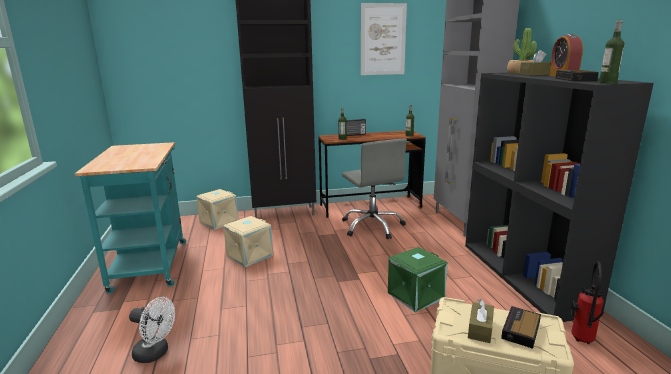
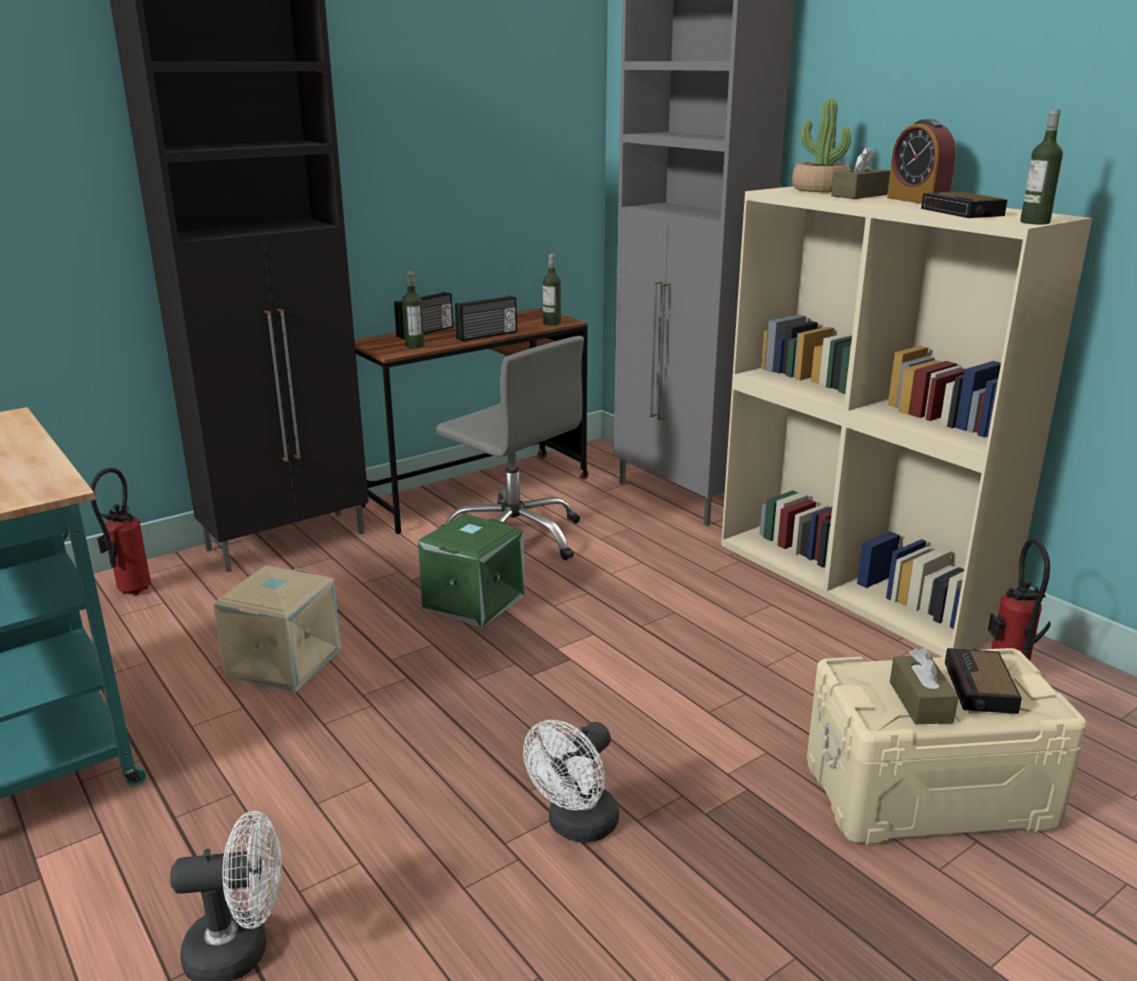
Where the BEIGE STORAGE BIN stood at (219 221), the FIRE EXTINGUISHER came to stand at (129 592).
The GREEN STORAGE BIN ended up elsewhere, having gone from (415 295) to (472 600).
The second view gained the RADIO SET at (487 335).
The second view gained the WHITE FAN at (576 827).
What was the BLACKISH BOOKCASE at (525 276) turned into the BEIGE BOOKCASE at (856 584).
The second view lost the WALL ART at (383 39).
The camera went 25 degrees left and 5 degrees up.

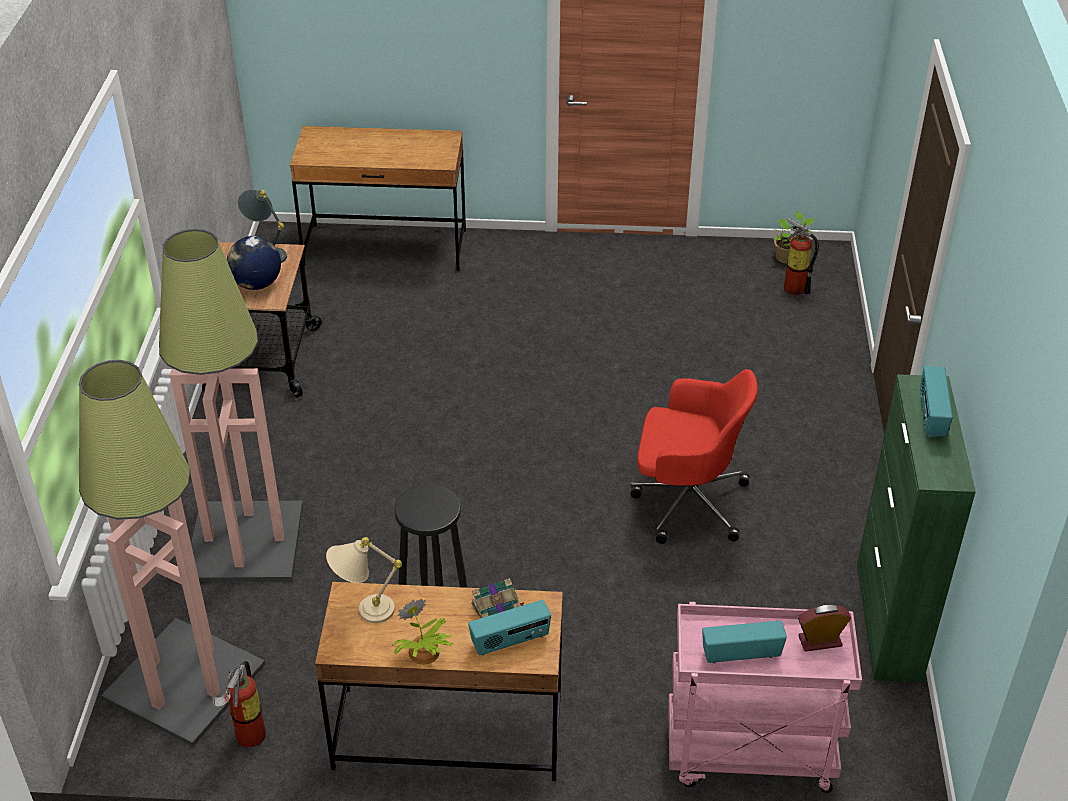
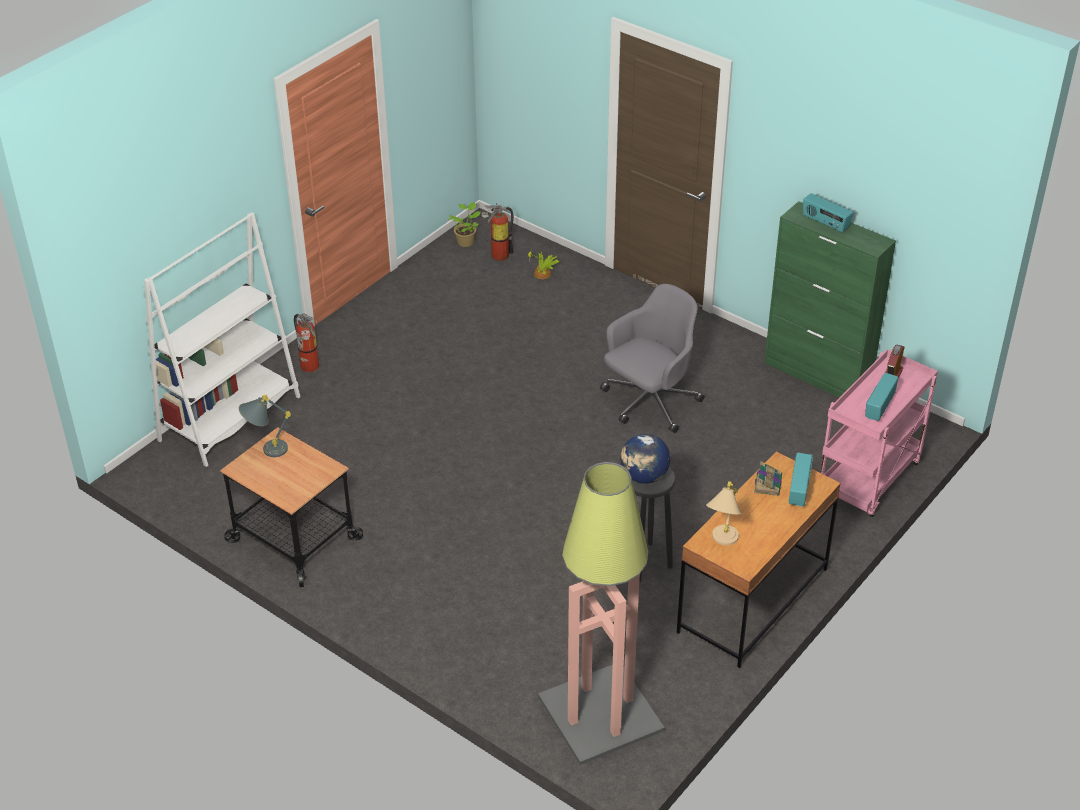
Where the BROWN-COLOURED DESK UNIT stood at (385 248), the WHITE BOOKCASE came to stand at (230 418).
The FIRE EXTINGUISHER ended up elsewhere, having gone from (246 738) to (310 368).
The HOUSEPLANT ended up elsewhere, having gone from (423 653) to (543 274).
What was the RED-COLOURED DESK CHAIR at (686 501) turned into the GRAY DESK CHAIR at (649 403).
The WORLD GLOBE ended up elsewhere, having gone from (256 284) to (644 476).
The second view lost the STANDARD LAMP at (244 541).
The camera went 55 degrees left and 0 degrees up.

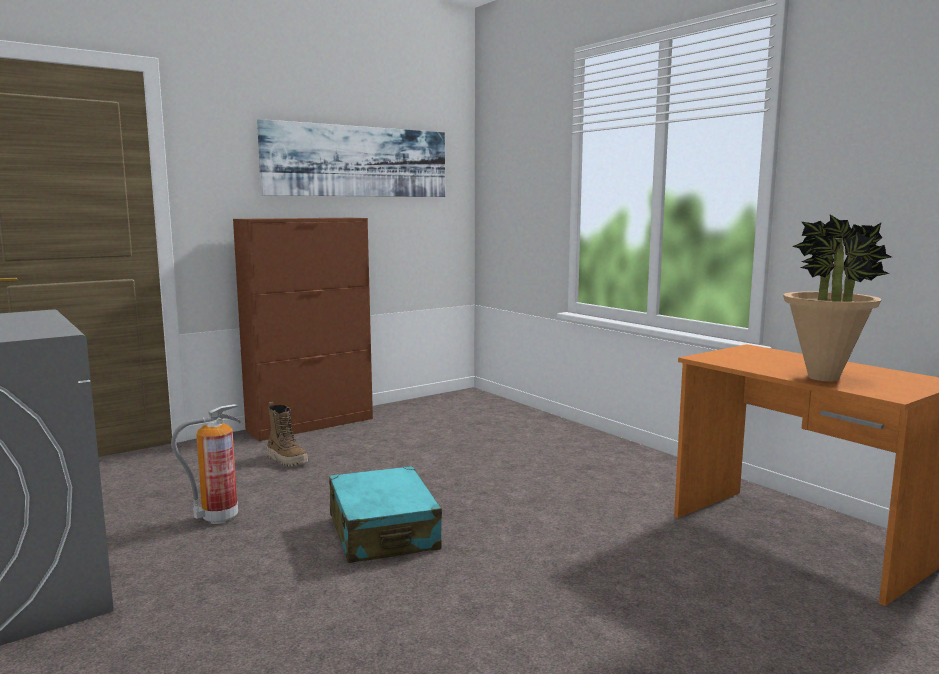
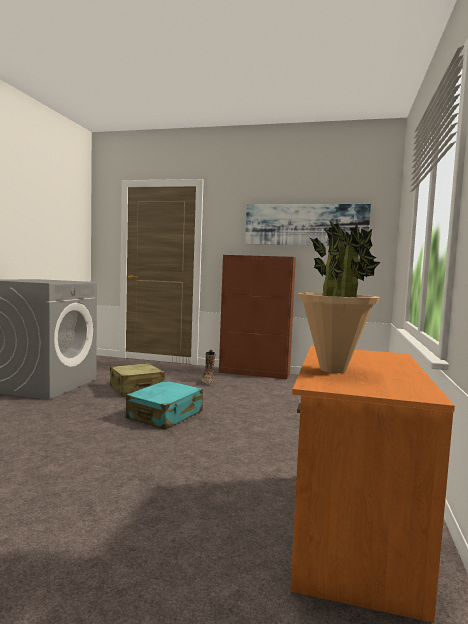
Where the FIRE EXTINGUISHER stood at (218 518), the BEIGE TRAVEL CASE came to stand at (136 389).
The camera went 50 degrees right and 5 degrees down.

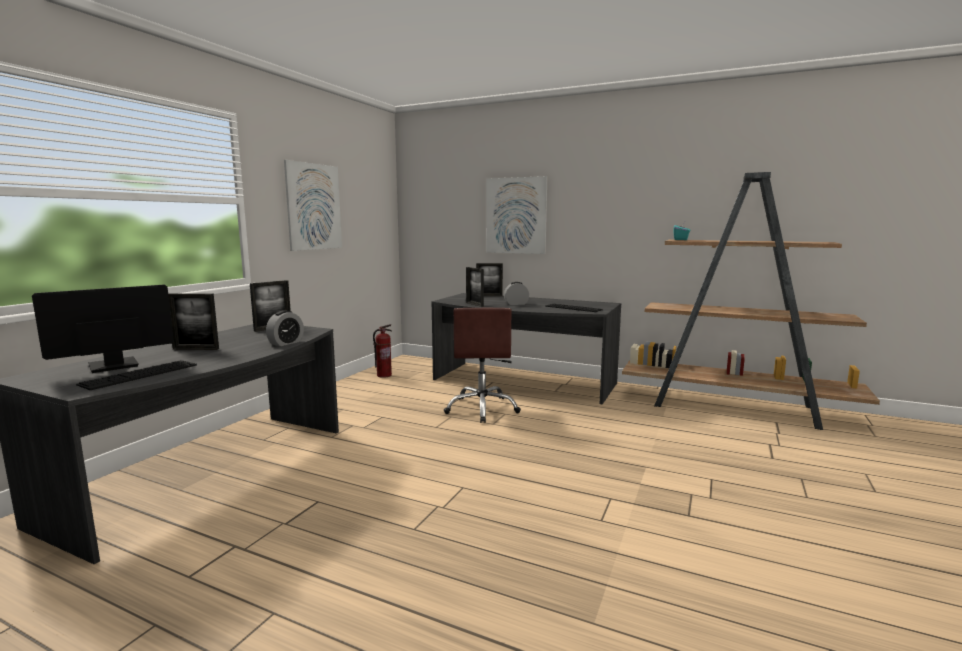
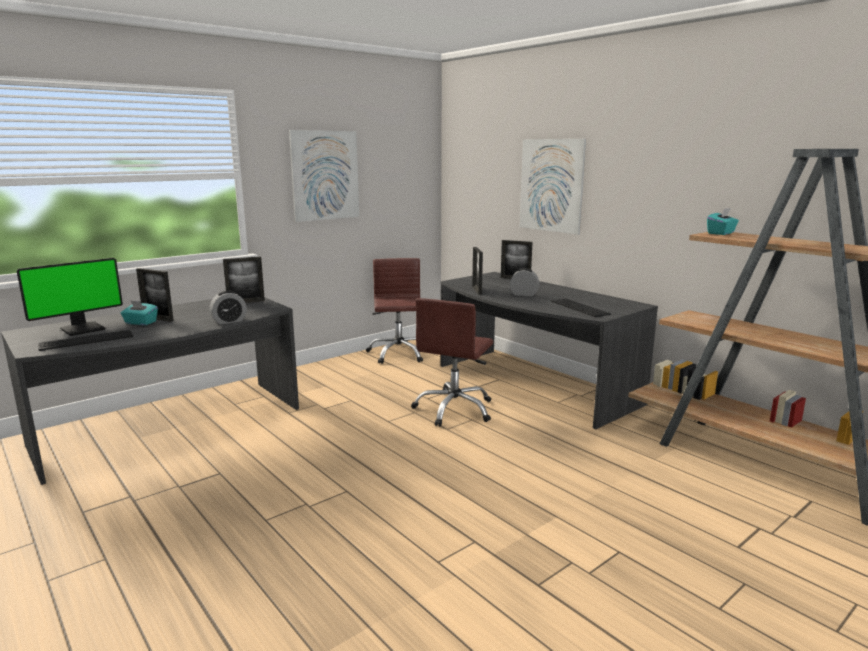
The COMPUTER DISPLAY at (113 366) ended up facing another way, 150 degrees clockwise from before.
The second view gained the TURQUOISE-COLOURED TISSUE BOX at (140 323).
Where the FIRE EXTINGUISHER stood at (384 375), the BROWN-COLOURED DESK CHAIR came to stand at (398 353).
The camera went 25 degrees right and 5 degrees up.

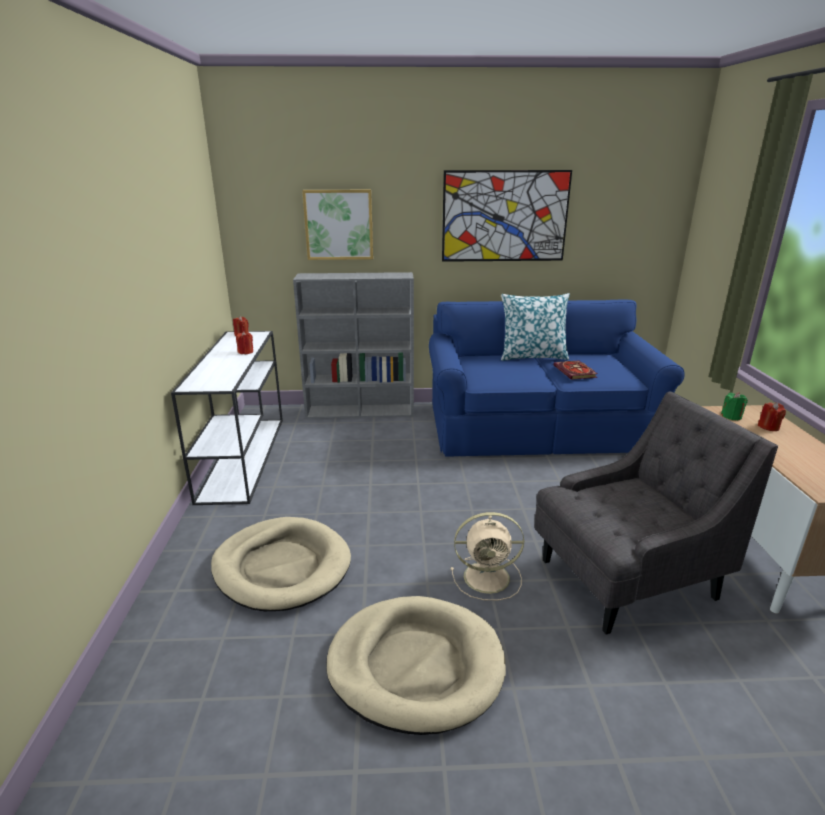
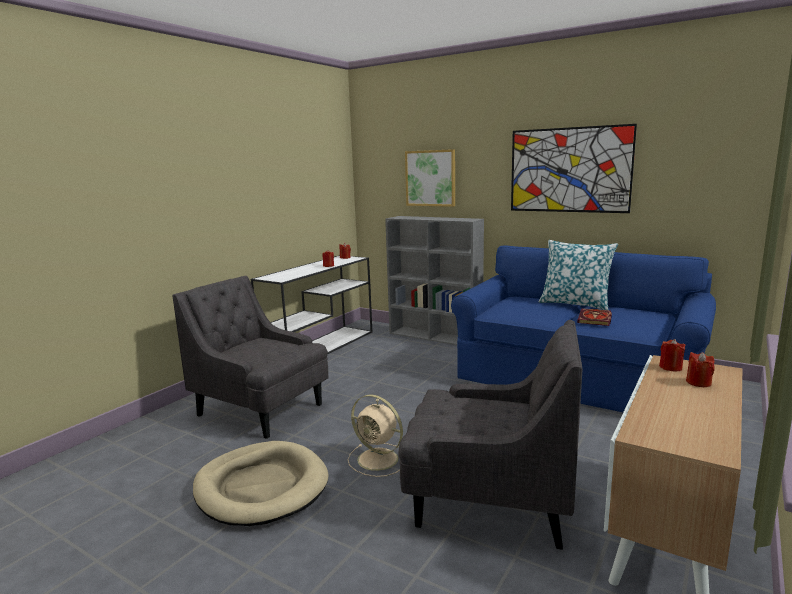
Where the BEIGE DOG CUSHION stood at (282 567), the GRAY EASY CHAIR came to stand at (261 410).
What was the GREEN WAX CANDLE at (731 416) turned into the RED-COLOURED WAX CANDLE at (670 367).
The camera went 35 degrees right and 10 degrees down.

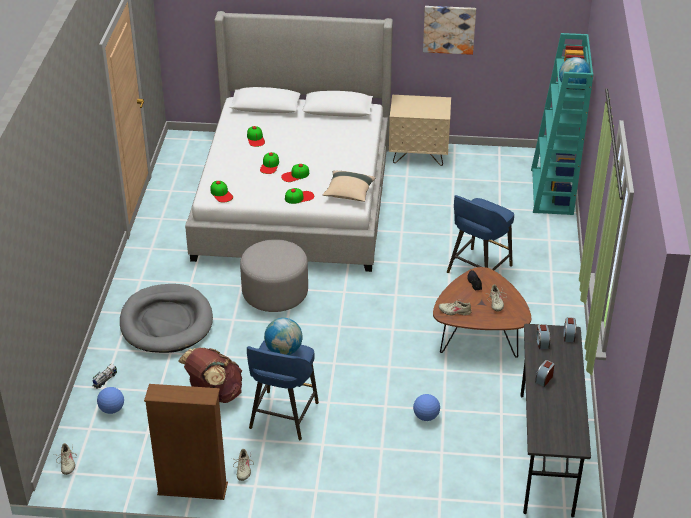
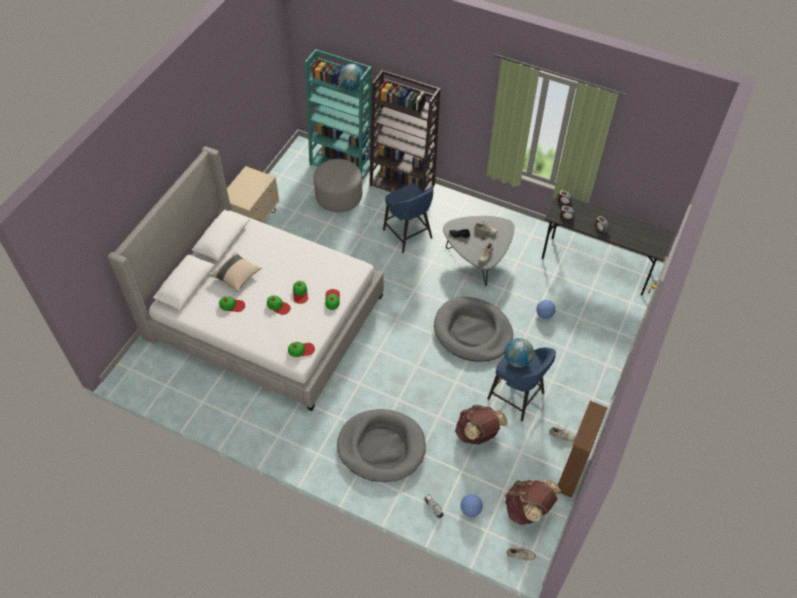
The BEIGE CUSHION ended up elsewhere, having gone from (348 193) to (237 276).
The GRAY POUFFE ended up elsewhere, having gone from (275 293) to (339 196).
The second view gained the BROWN-COLOURED BOOKCASE at (403 185).
The second view gained the GRAY DOG CUSHION at (472 331).
What was the BROWN-COLOURED COFFEE TABLE at (478 336) turned into the GRAY COFFEE TABLE at (477 259).
The second view gained the BROWN-COLOURED KNAPSACK at (528 509).
The second view lost the WALL ART at (449 29).
The camera went 70 degrees left and 15 degrees up.

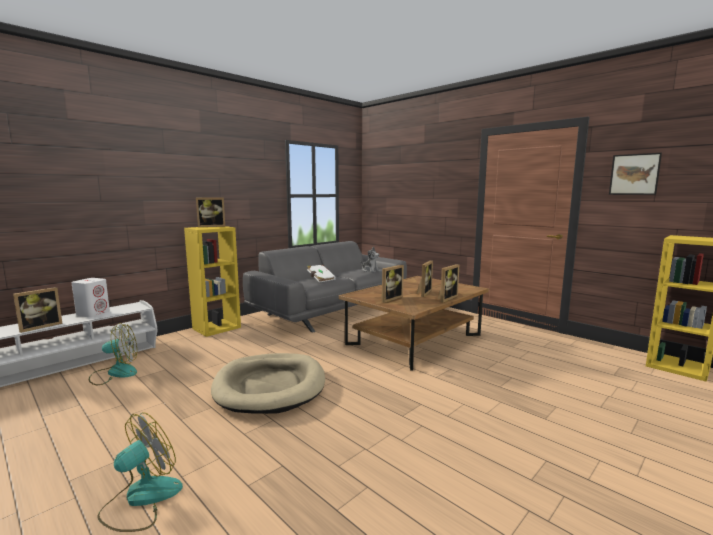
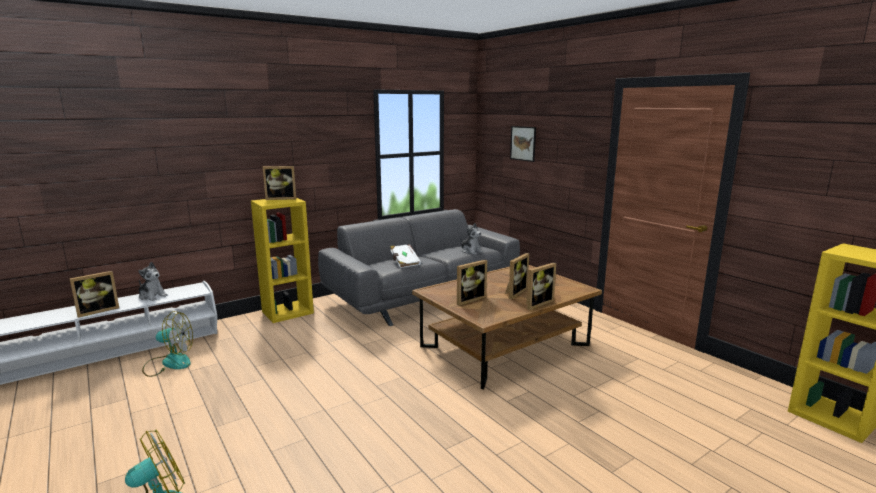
Where the WHITE AUDIO SPEAKER stood at (93 313), the CUDDLY TOY came to stand at (152 296).
The WALL ART ended up elsewhere, having gone from (634 174) to (523 143).
The second view lost the BEIGE DOG CUSHION at (270 386).
The camera went 10 degrees right and 5 degrees up.

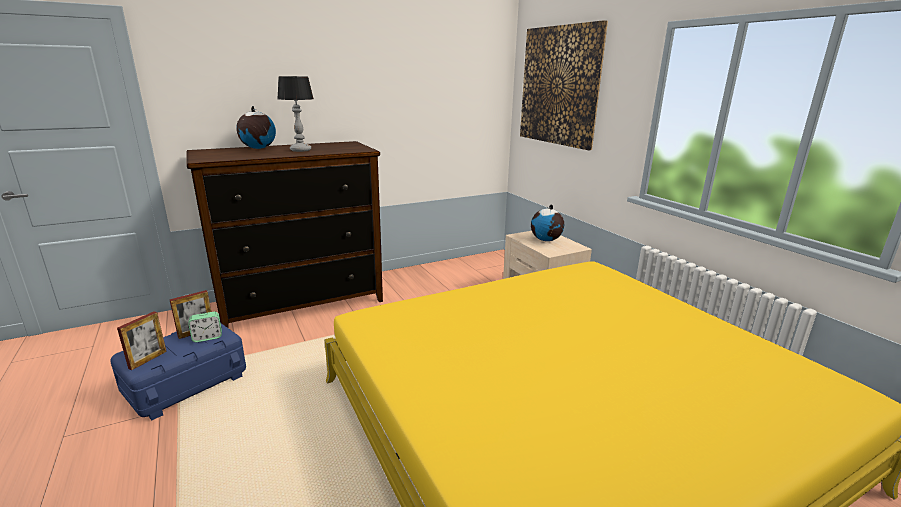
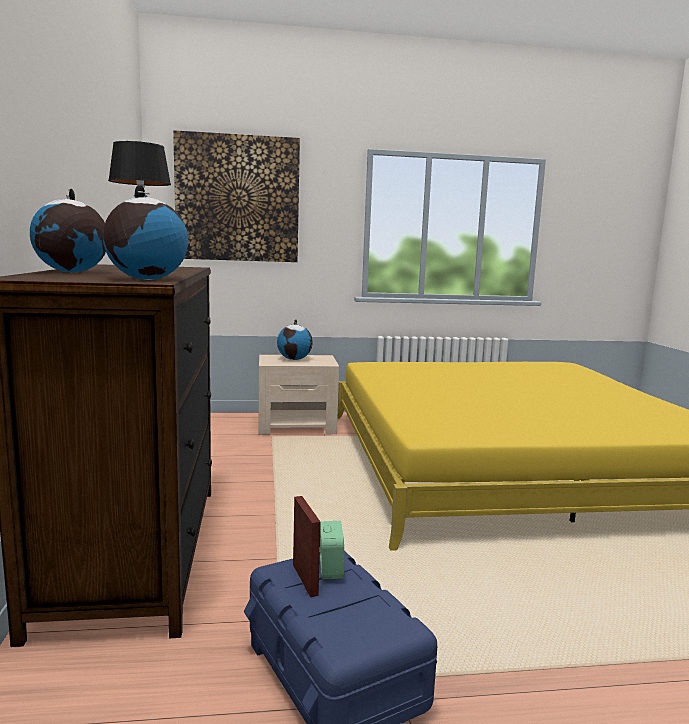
The second view gained the WORLD GLOBE at (146 279).
The second view lost the PHOTO FRAME at (148 360).
The camera went 70 degrees left and 10 degrees down.

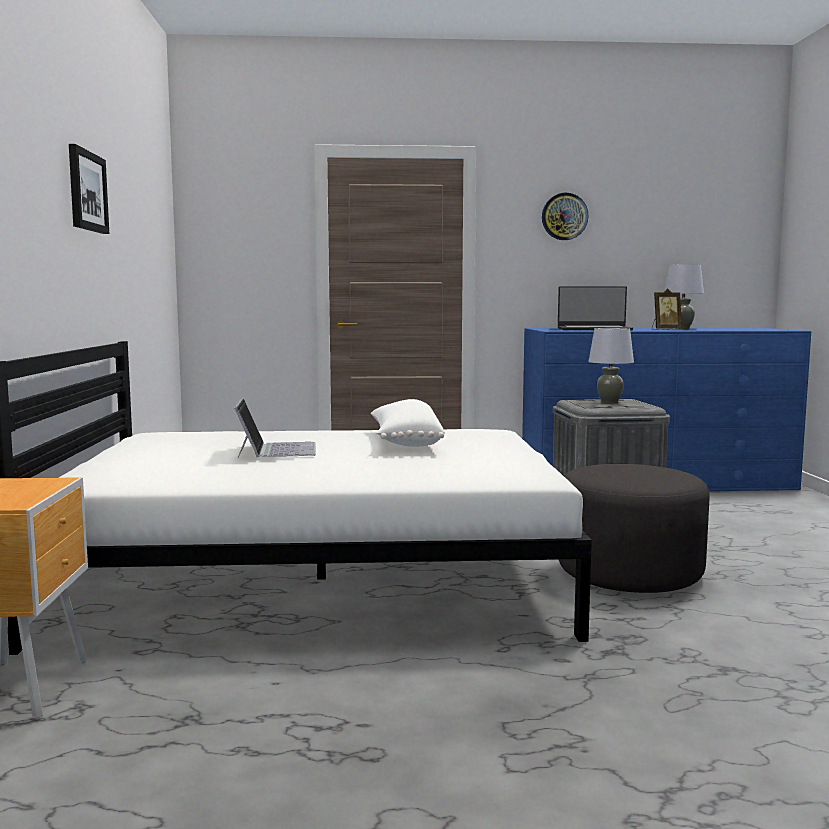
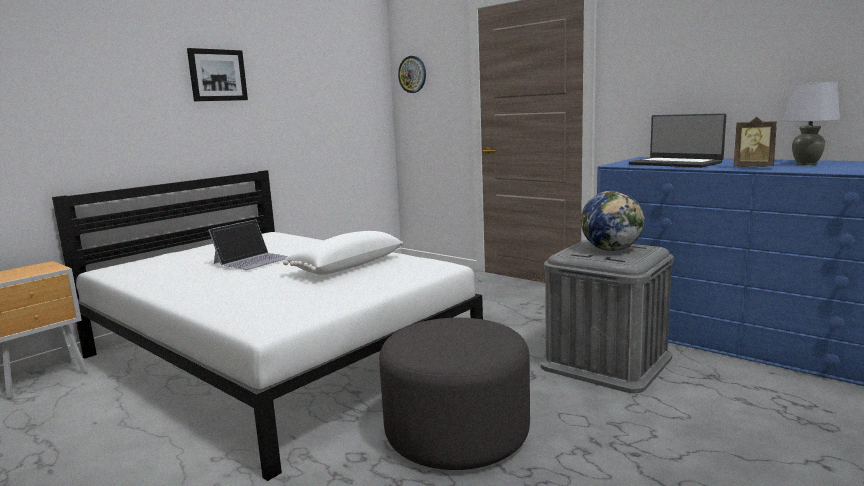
The HANGING CLOCK ended up elsewhere, having gone from (564 216) to (412 74).
Where the GRAY LAMP FOR A TABLE stood at (609 402), the WORLD GLOBE came to stand at (611 249).
The camera went 45 degrees right and 5 degrees up.

